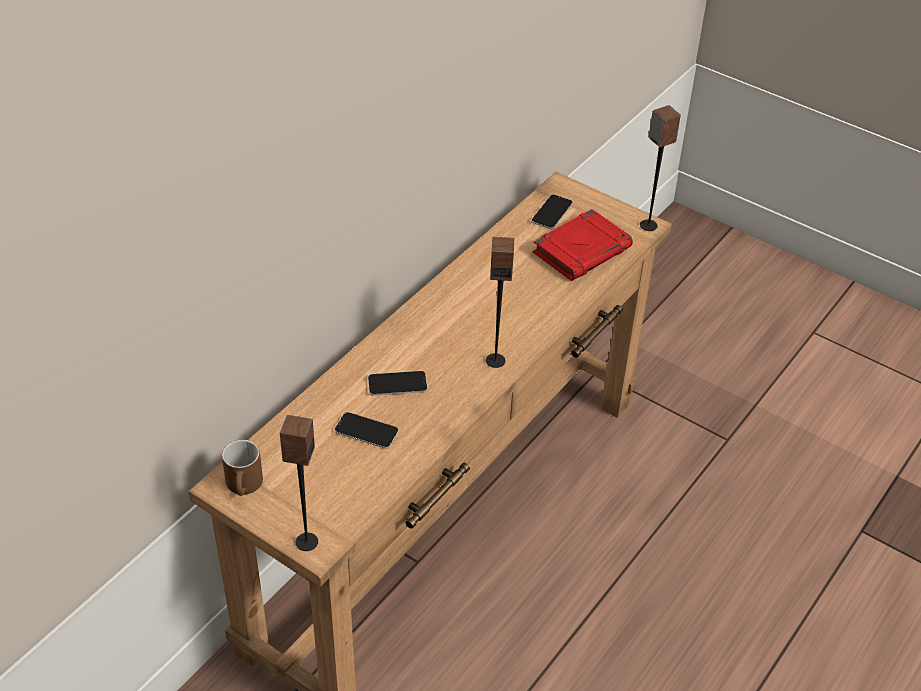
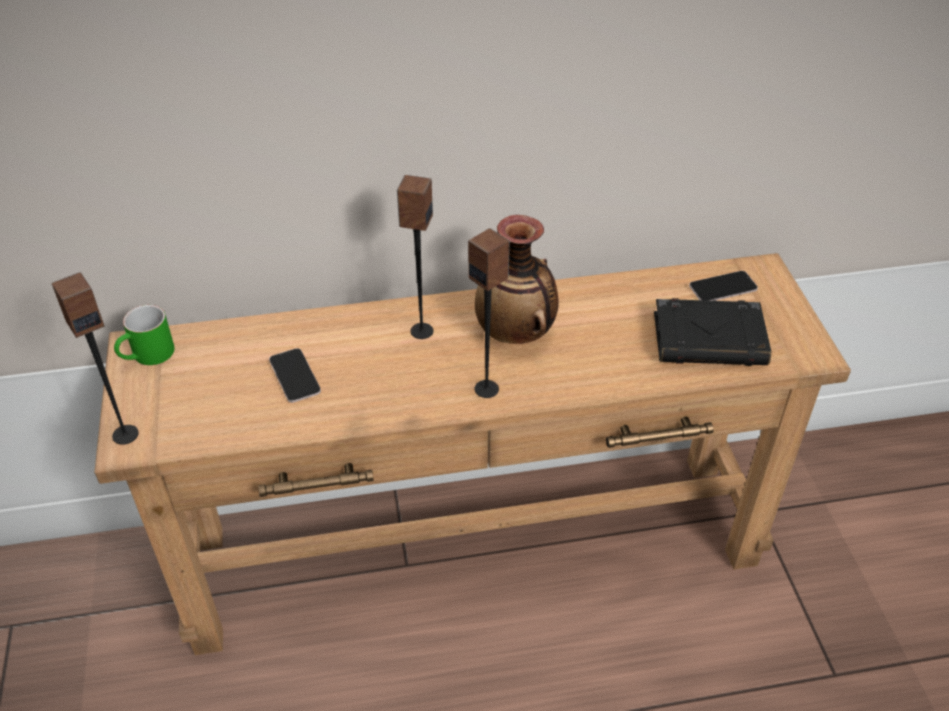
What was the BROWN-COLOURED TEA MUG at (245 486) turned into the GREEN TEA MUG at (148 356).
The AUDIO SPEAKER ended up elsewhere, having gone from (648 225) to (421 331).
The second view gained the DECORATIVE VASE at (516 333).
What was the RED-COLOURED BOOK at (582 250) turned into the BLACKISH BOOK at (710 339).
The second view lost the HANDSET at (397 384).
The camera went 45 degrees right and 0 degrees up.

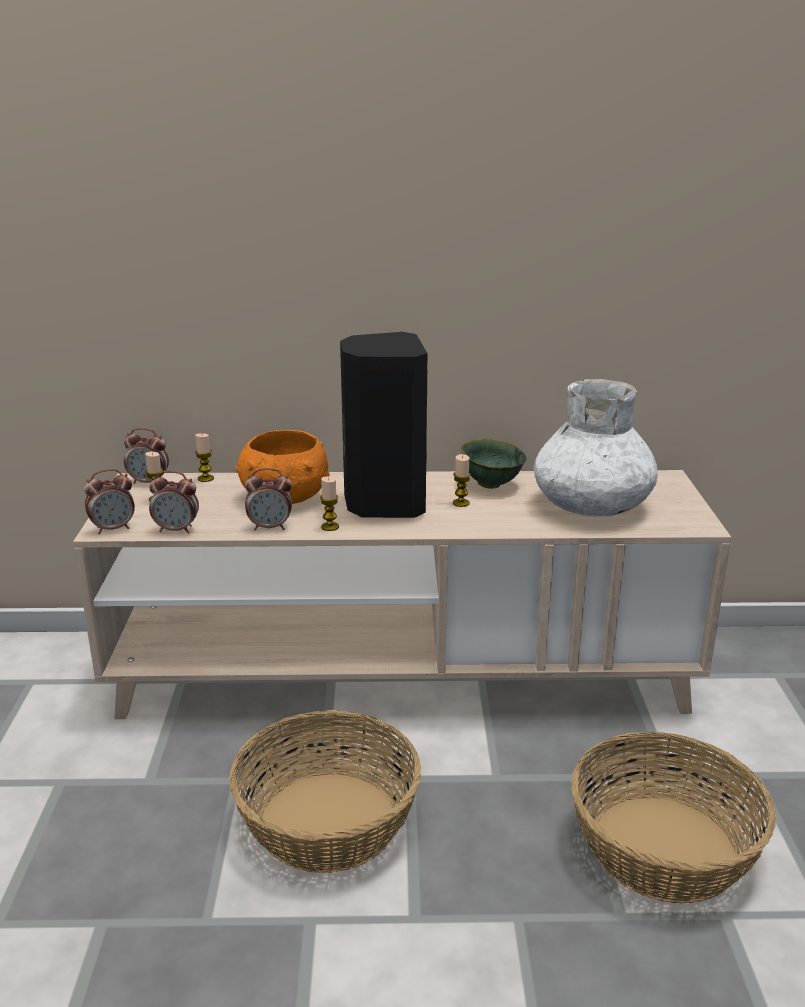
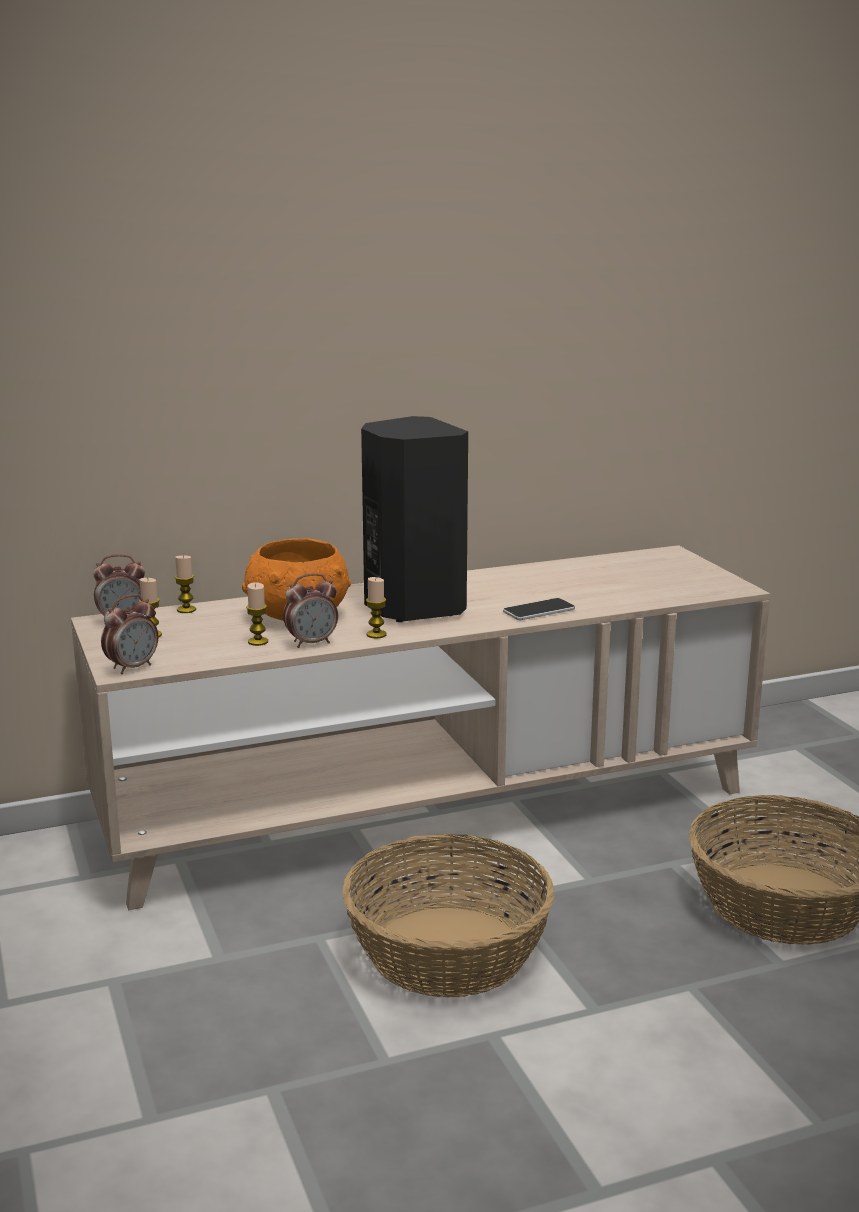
The WAX CANDLE ended up elsewhere, having gone from (461 503) to (258 642).
The second view gained the HANDSET at (538 611).
The second view lost the BEDSIDE CLOCK at (177 530).
The second view lost the GREEN SERVING BOWL at (491 484).
The second view lost the WHITE DECORATIVE VASE at (592 506).
The camera went 20 degrees left and 5 degrees down.

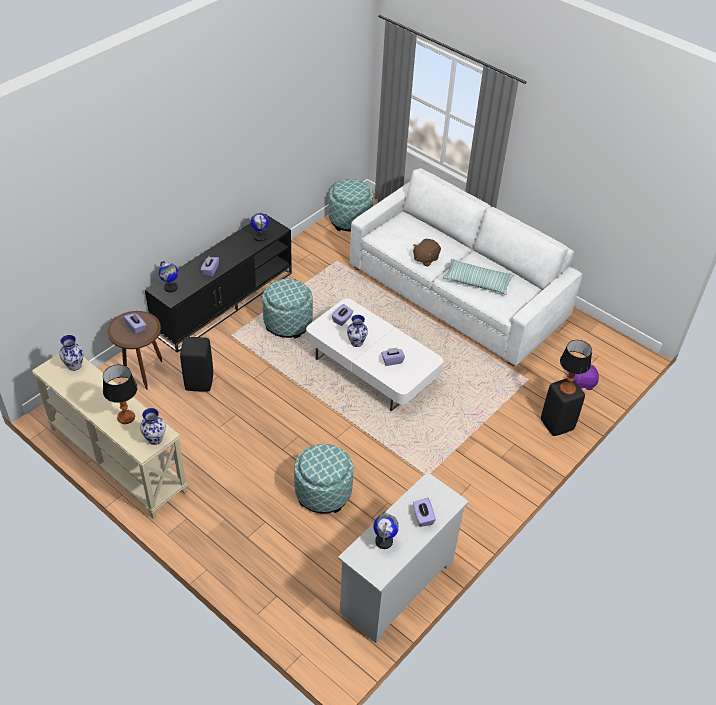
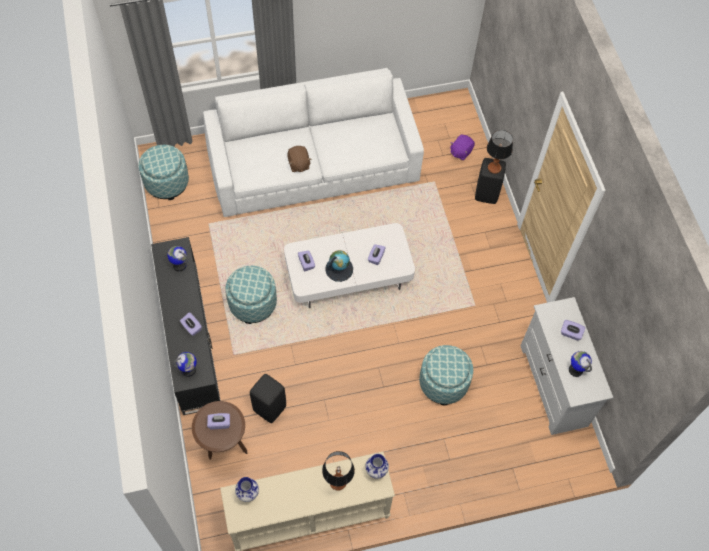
Where the DECORATIVE VASE stood at (357 342), the WORLD GLOBE came to stand at (339 269).
The second view lost the CUSHION at (477 282).
The camera went 55 degrees left and 15 degrees up.

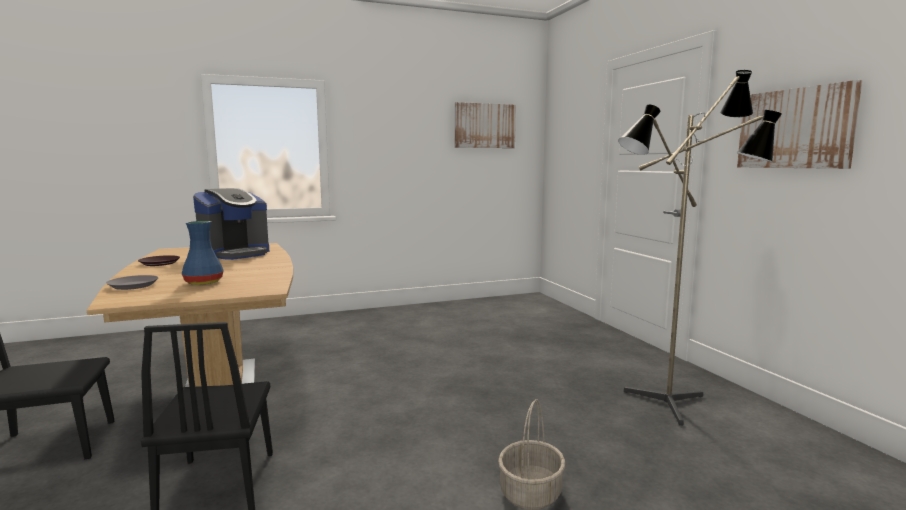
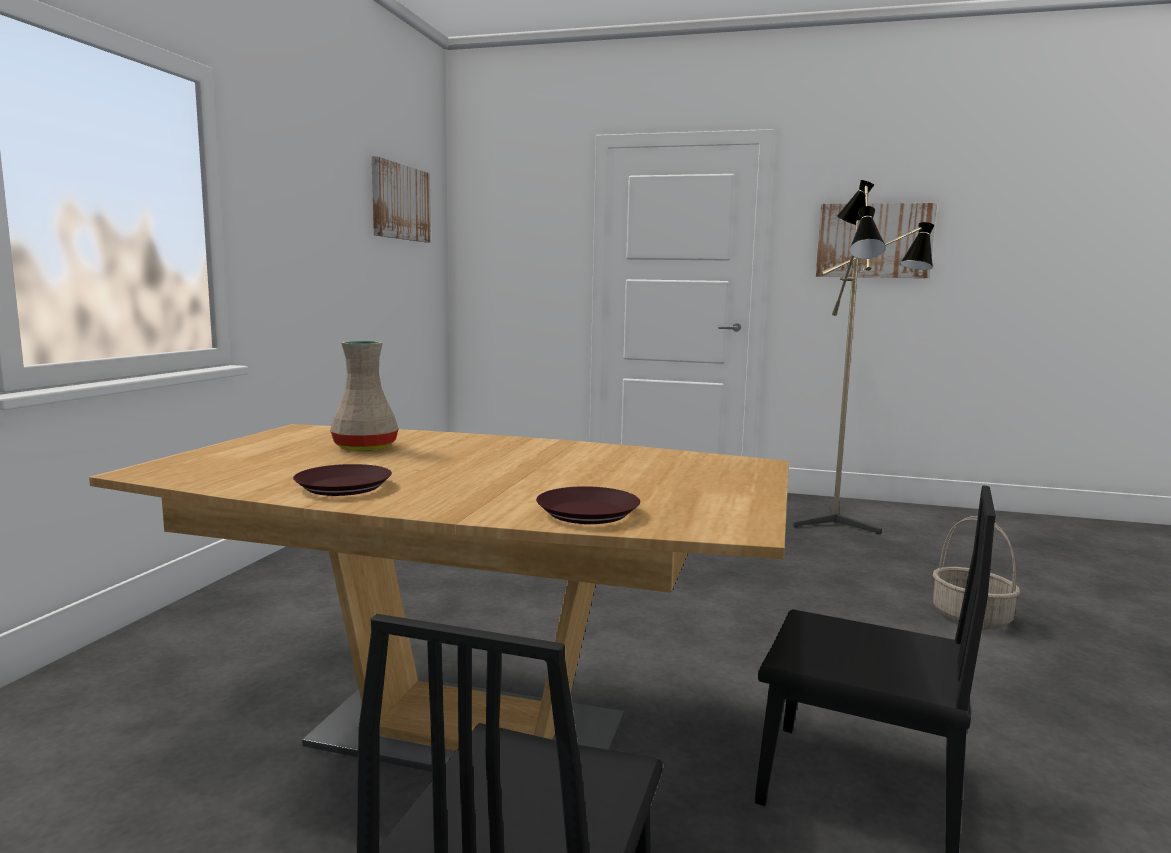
Where the COFFEE MAKER stood at (235 254), the BEIGE DECORATIVE VASE came to stand at (363 447).
What was the GRAY PLATE at (133 286) turned into the BROWN-COLOURED PLATE at (589 513).
The second view lost the BLUE DECORATIVE VASE at (204 282).
The camera went 55 degrees left and 0 degrees up.

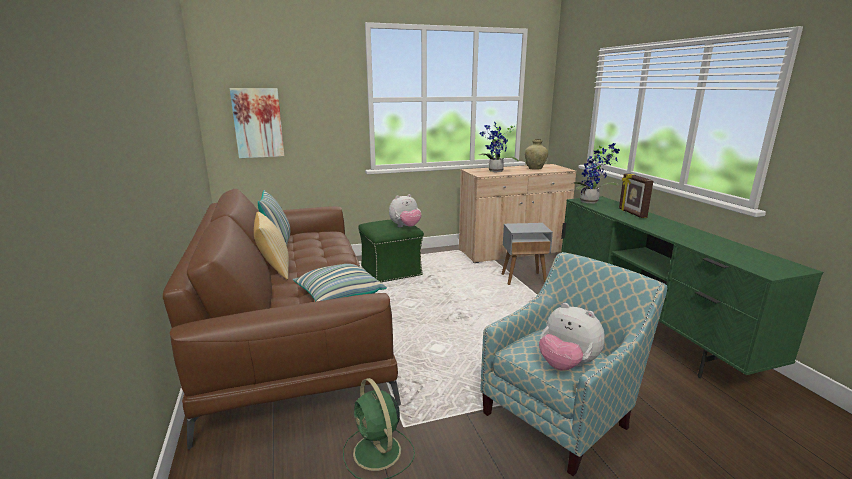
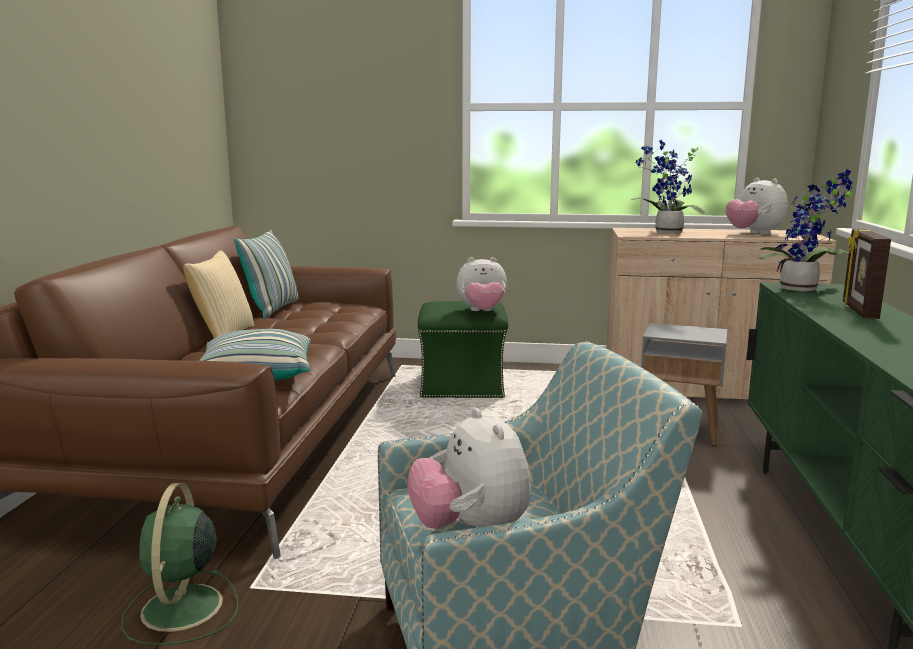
Where the BEIGE DECORATIVE VASE stood at (535 168), the CUDDLY TOY came to stand at (754 234).
The second view lost the WALL ART at (258 123).
The camera went 25 degrees right and 5 degrees down.

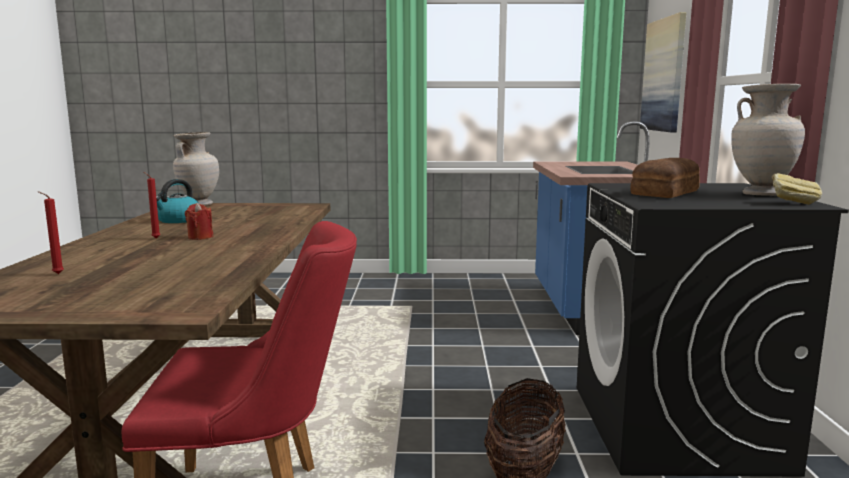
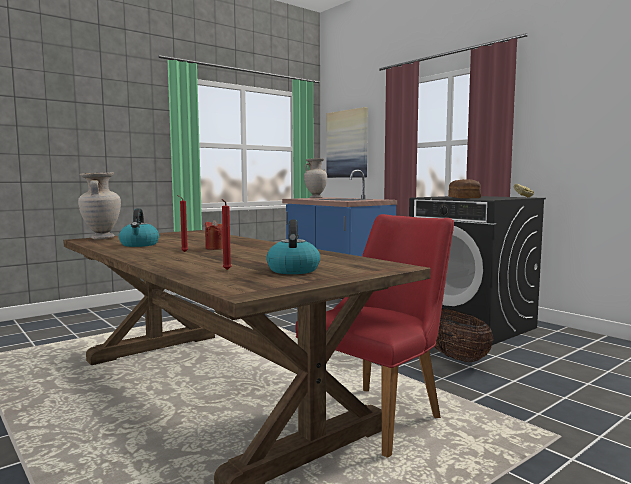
The second view gained the KETTLE at (293 270).
The BEIGE DECORATIVE VASE ended up elsewhere, having gone from (761 194) to (315 198).
The camera went 40 degrees left and 5 degrees down.

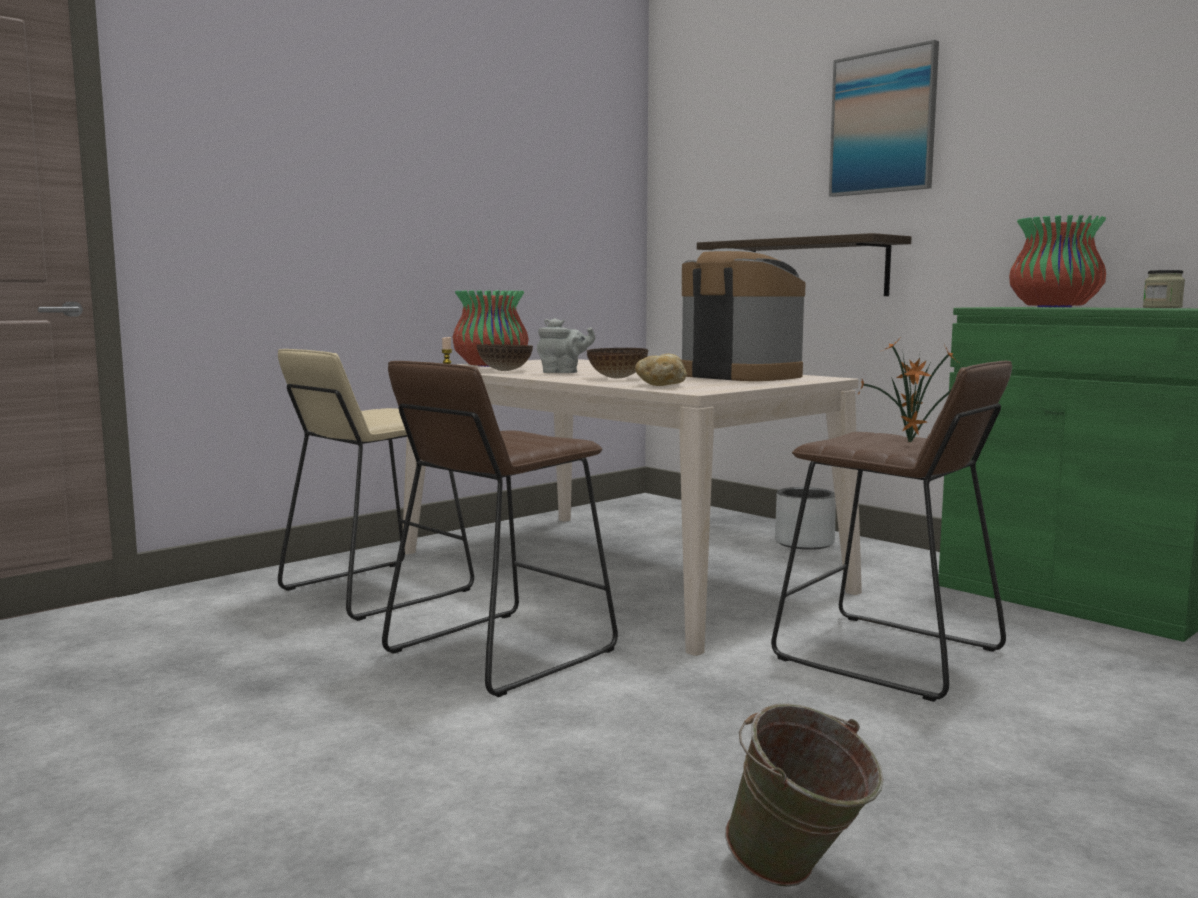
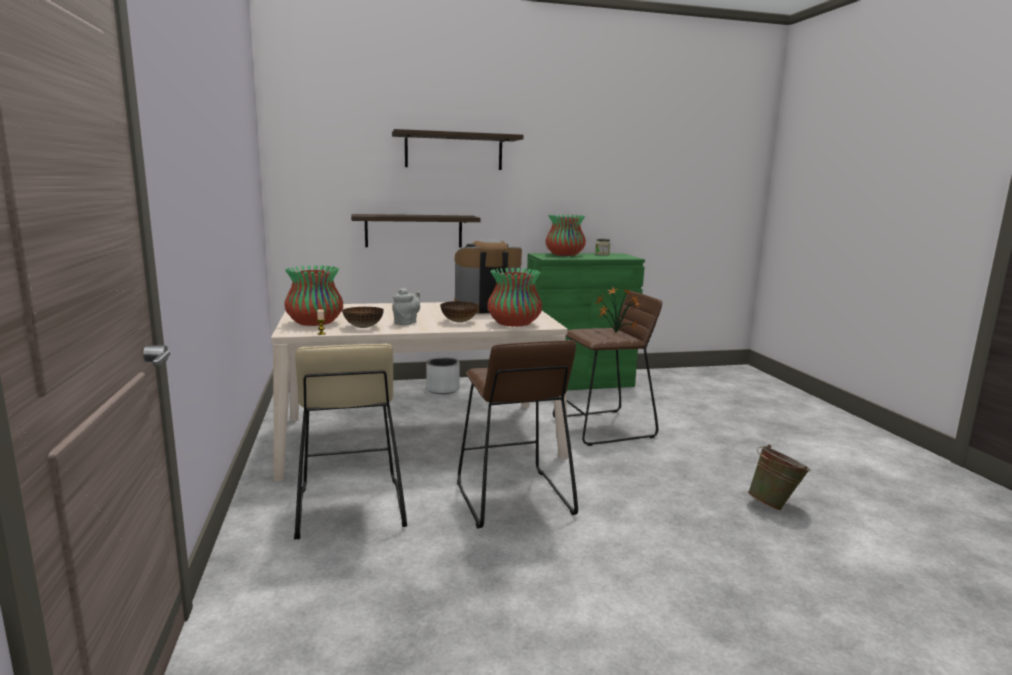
Where the WALL ART hung at (883 123), the BRACKET SHELF came to hang at (454 151).
Where the BAKED BREAD stood at (661 385), the DECORATIVE VASE came to stand at (513 324).
The camera went 60 degrees left and 5 degrees up.

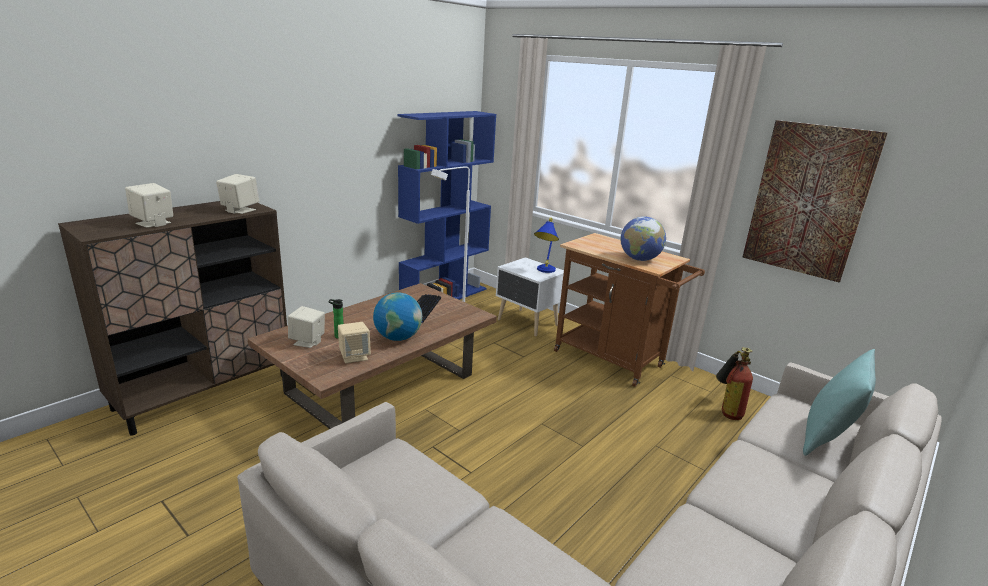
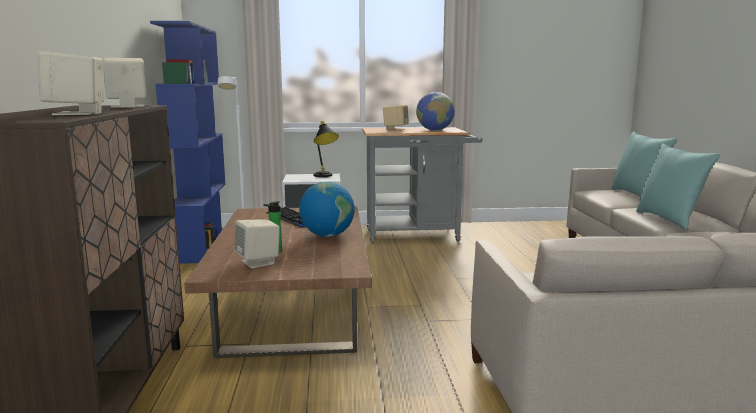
What was the BLUE LAMP FOR A TABLE at (543 271) turned into the BLACKISH LAMP FOR A TABLE at (325 176).
What was the BROWN-COLOURED TROLLEY at (614 361) turned into the GRAY TROLLEY at (418 235).
The BEIGE AUDIO SPEAKER ended up elsewhere, having gone from (354 356) to (395 130).
The second view gained the TURQUOISE-COLOURED CUSHION at (669 220).
The second view lost the FIRE EXTINGUISHER at (727 410).
The second view lost the WALL ART at (808 200).
The camera went 45 degrees left and 10 degrees down.

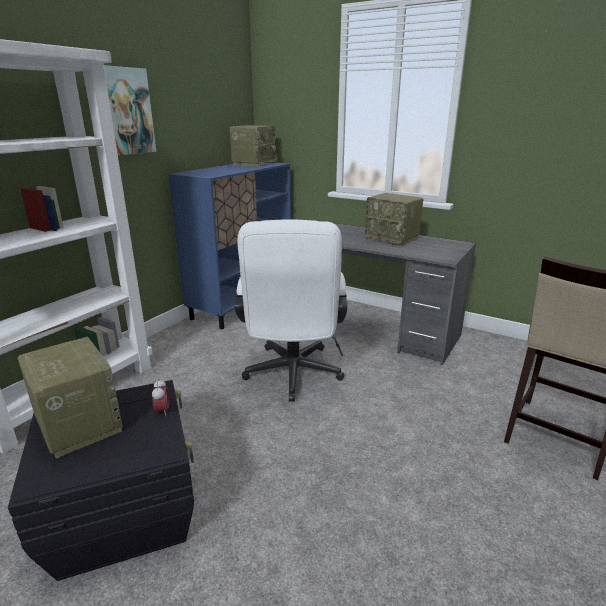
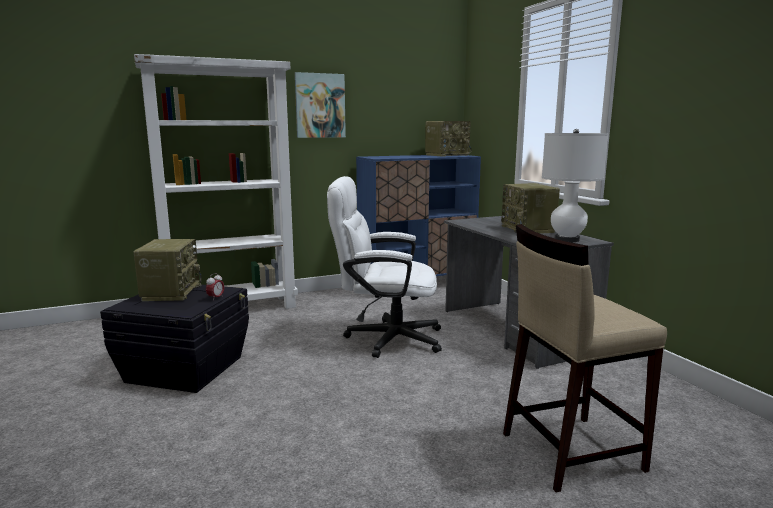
The WHITE DESK CHAIR at (292 376) ended up facing another way, 60 degrees clockwise from before.
The second view gained the WHITE LAMP FOR A TABLE at (567 240).
The camera went 35 degrees right and 10 degrees down.

